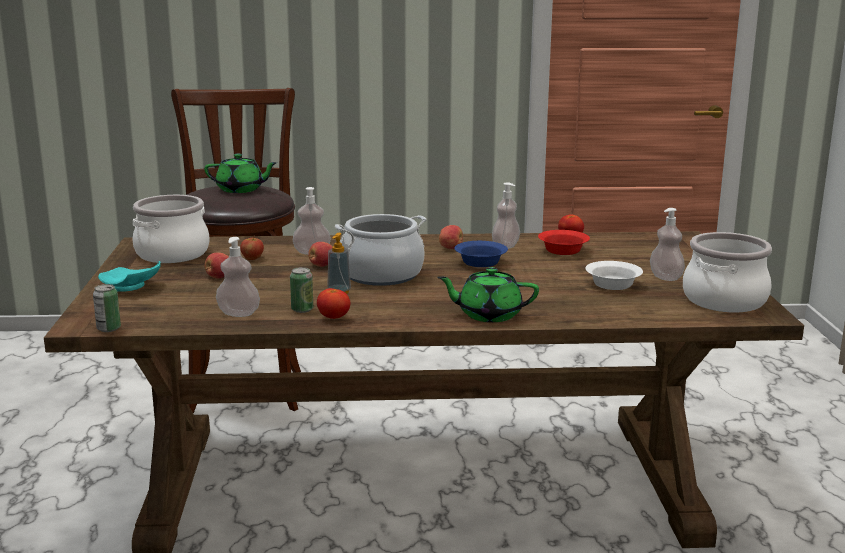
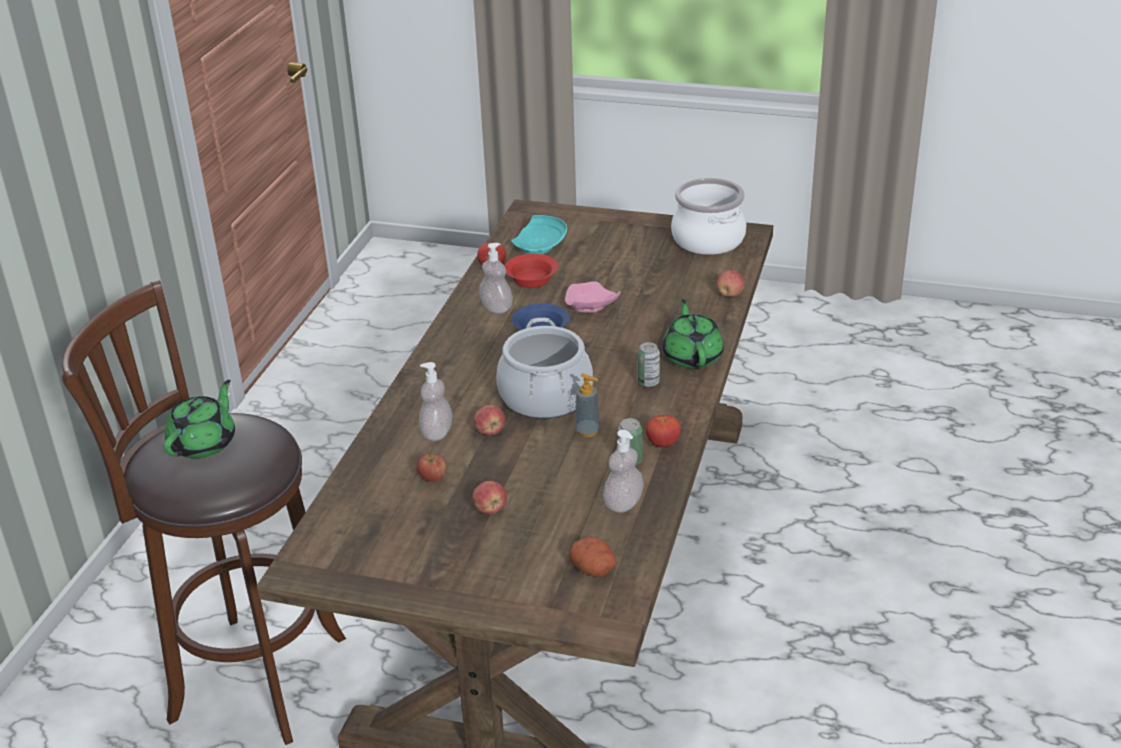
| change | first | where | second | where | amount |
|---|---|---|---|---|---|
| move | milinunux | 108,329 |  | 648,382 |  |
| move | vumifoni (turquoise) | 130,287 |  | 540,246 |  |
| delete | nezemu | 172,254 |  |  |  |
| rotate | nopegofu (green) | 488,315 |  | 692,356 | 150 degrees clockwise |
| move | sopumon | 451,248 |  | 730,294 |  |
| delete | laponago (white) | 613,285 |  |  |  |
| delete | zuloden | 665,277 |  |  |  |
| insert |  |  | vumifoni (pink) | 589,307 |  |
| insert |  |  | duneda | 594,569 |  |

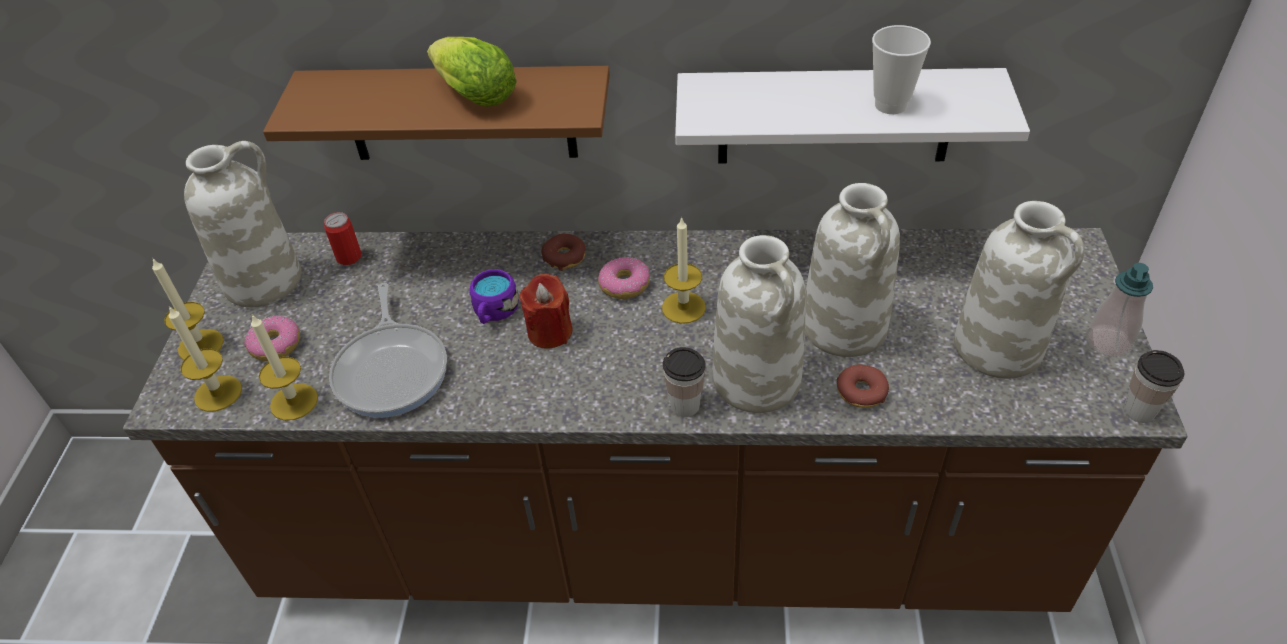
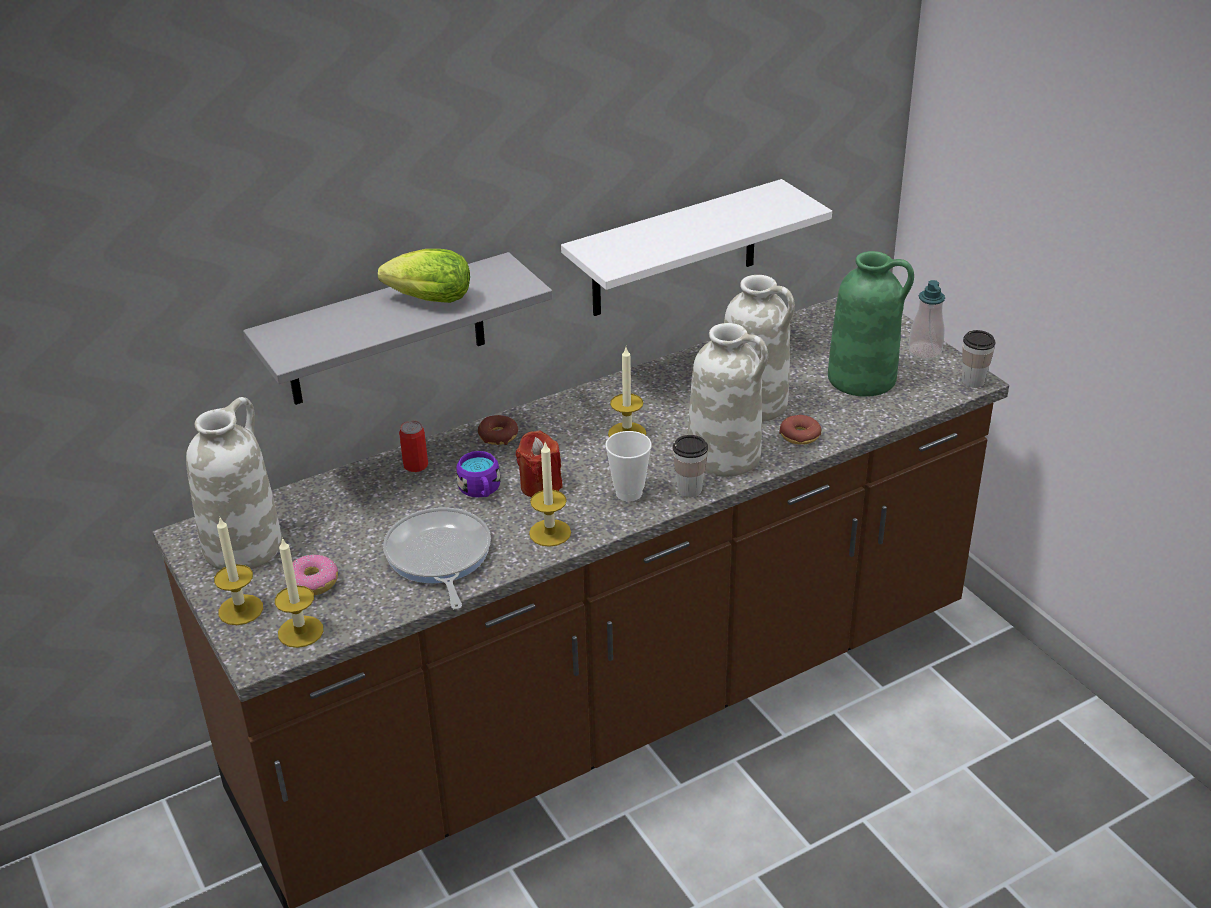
| change | first | where | second | where | amount |
|---|---|---|---|---|---|
| move | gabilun | 294,402 |  | 550,533 |  |
| recolor | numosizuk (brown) | 459,113 | numosizuk (grey) | 386,331 |  |
| move | milinunux | 349,257 |  | 415,465 |  |
| rotate | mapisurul | 392,370 |  | 438,557 | 150 degrees counterclockwise |
| delete | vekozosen | 624,284 |  |  |  |
| move | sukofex | 891,105 |  | 629,493 |  |
| recolor | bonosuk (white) | 1000,347 | bonosuk (green) | 863,378 |  |

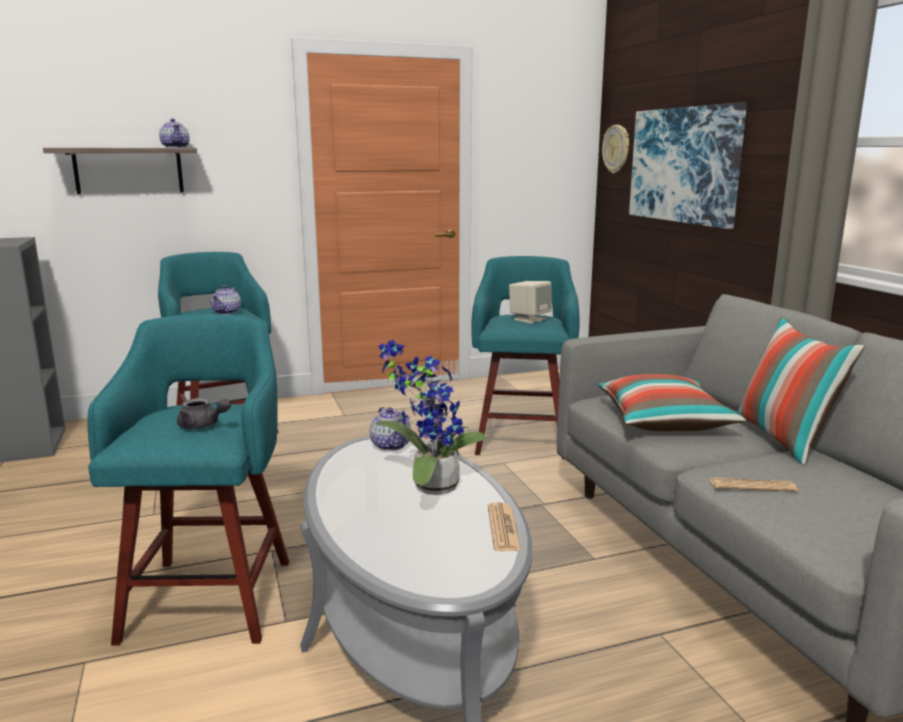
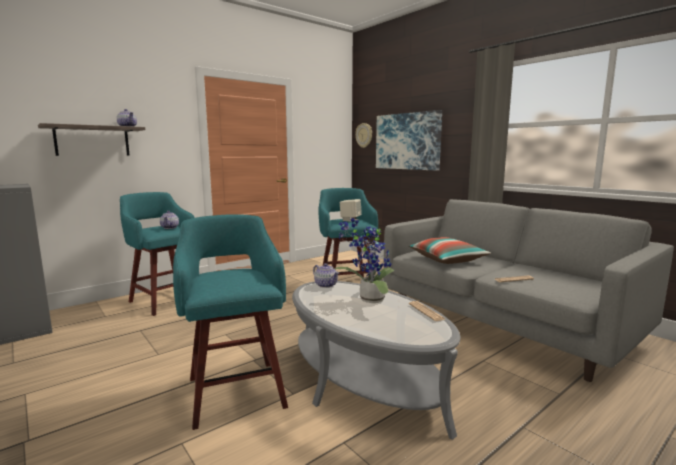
| change | first | where | second | where | amount |
|---|---|---|---|---|---|
| delete | nopegofu (grey) | 203,426 |  |  |  |
| delete | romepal | 784,440 |  |  |  |

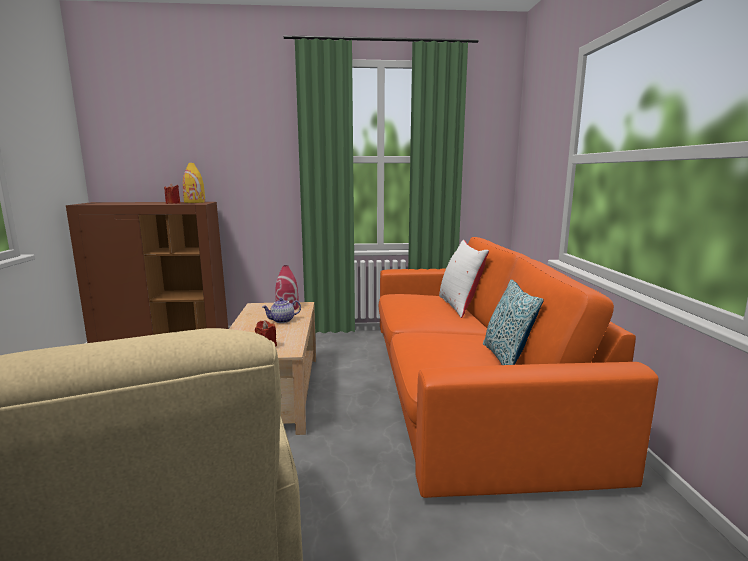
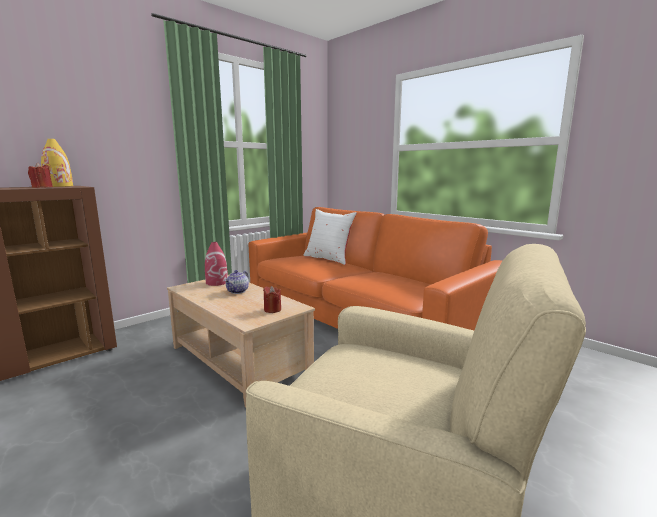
| change | first | where | second | where | amount |
|---|---|---|---|---|---|
| delete | romepal | 506,359 |  |  |  |

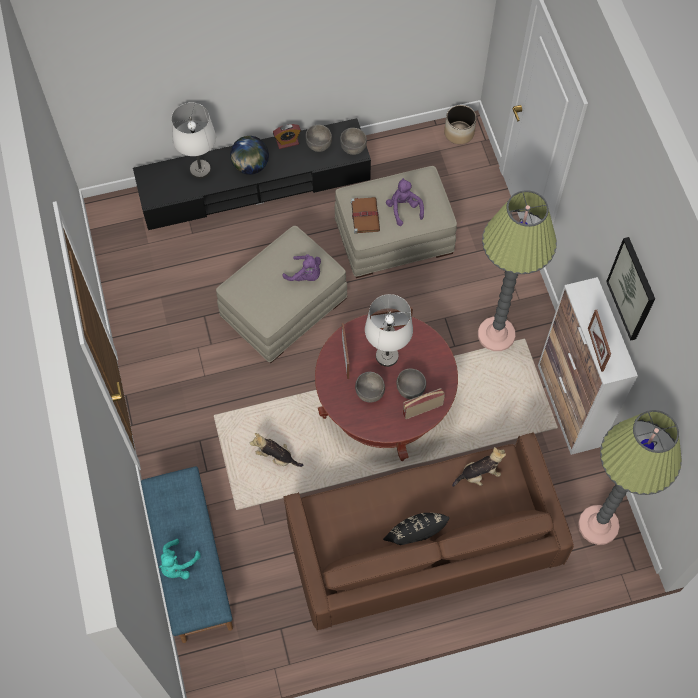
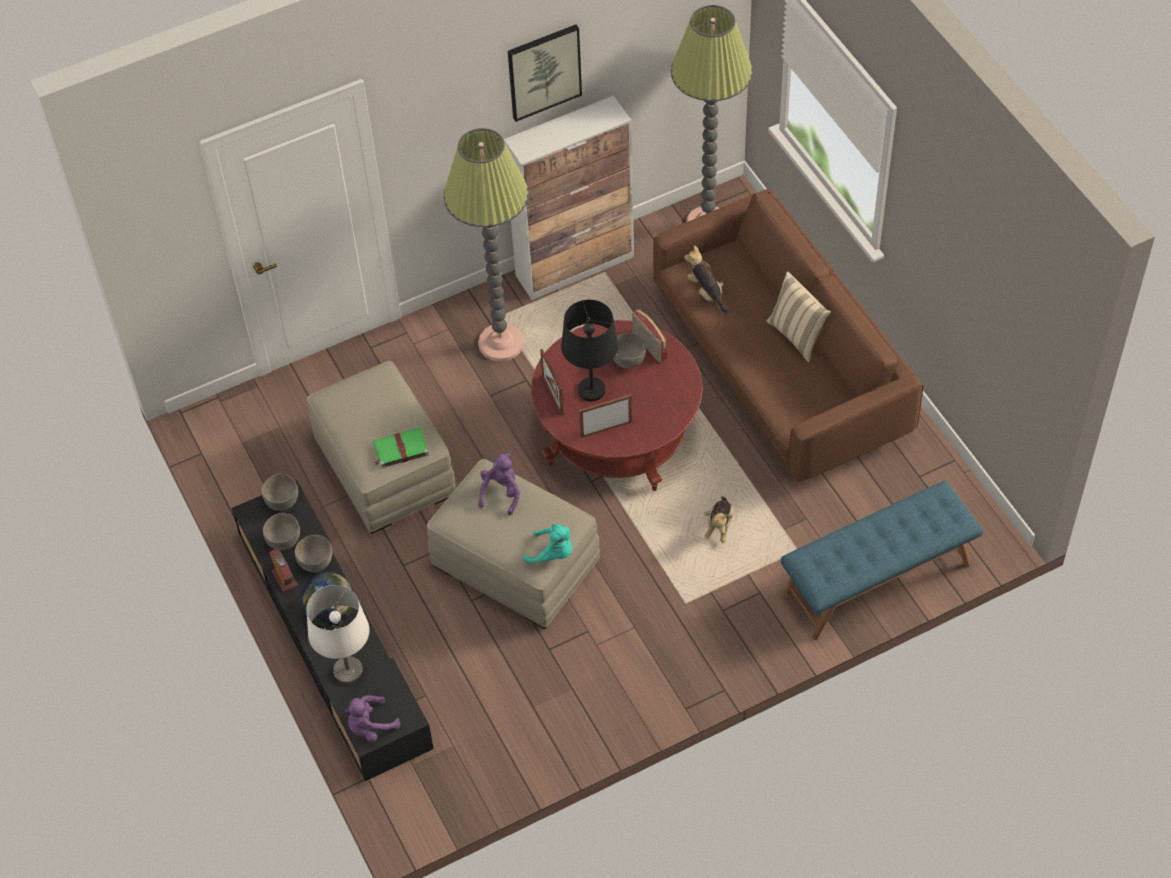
| change | first | where | second | where | amount |
|---|---|---|---|---|---|
| move | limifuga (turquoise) | 177,565 |  | 552,554 |  |
| recolor | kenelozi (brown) | 365,215 | kenelozi (green) | 400,449 |  |
| move | laponago (grey) | 370,393 |  | 316,563 |  |
| recolor | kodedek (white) | 387,356 | kodedek (black) | 591,390 |  |
| recolor | romepal (black) | 415,538 | romepal (beige) | 797,335 |  |
| move | limifuga (purple) | 403,209 |  | 370,726 |  |
| delete | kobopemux | 459,132 |  |  |  |
| delete | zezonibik | 595,349 |  |  |  |

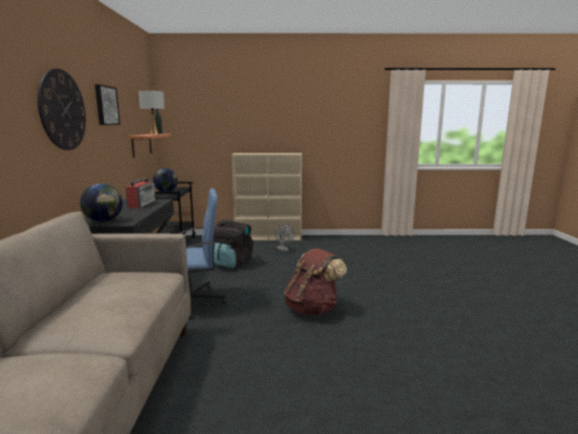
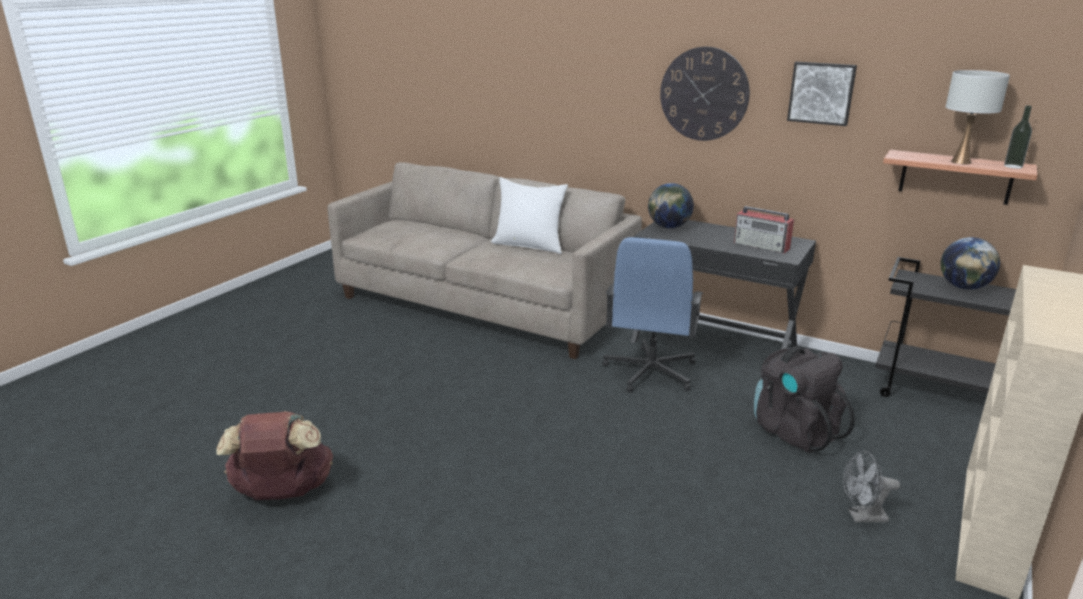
| change | first | where | second | where | amount |
|---|---|---|---|---|---|
| move | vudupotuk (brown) | 312,309 |  | 283,493 |  |
| insert |  |  | romepal (white) | 529,245 |  |

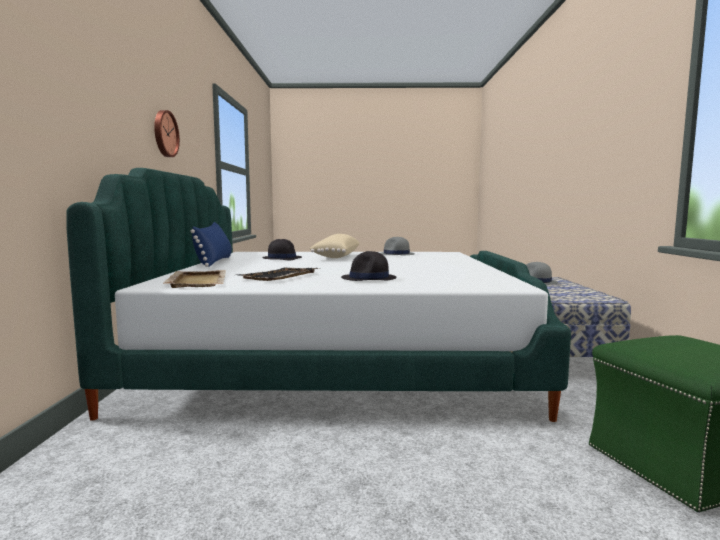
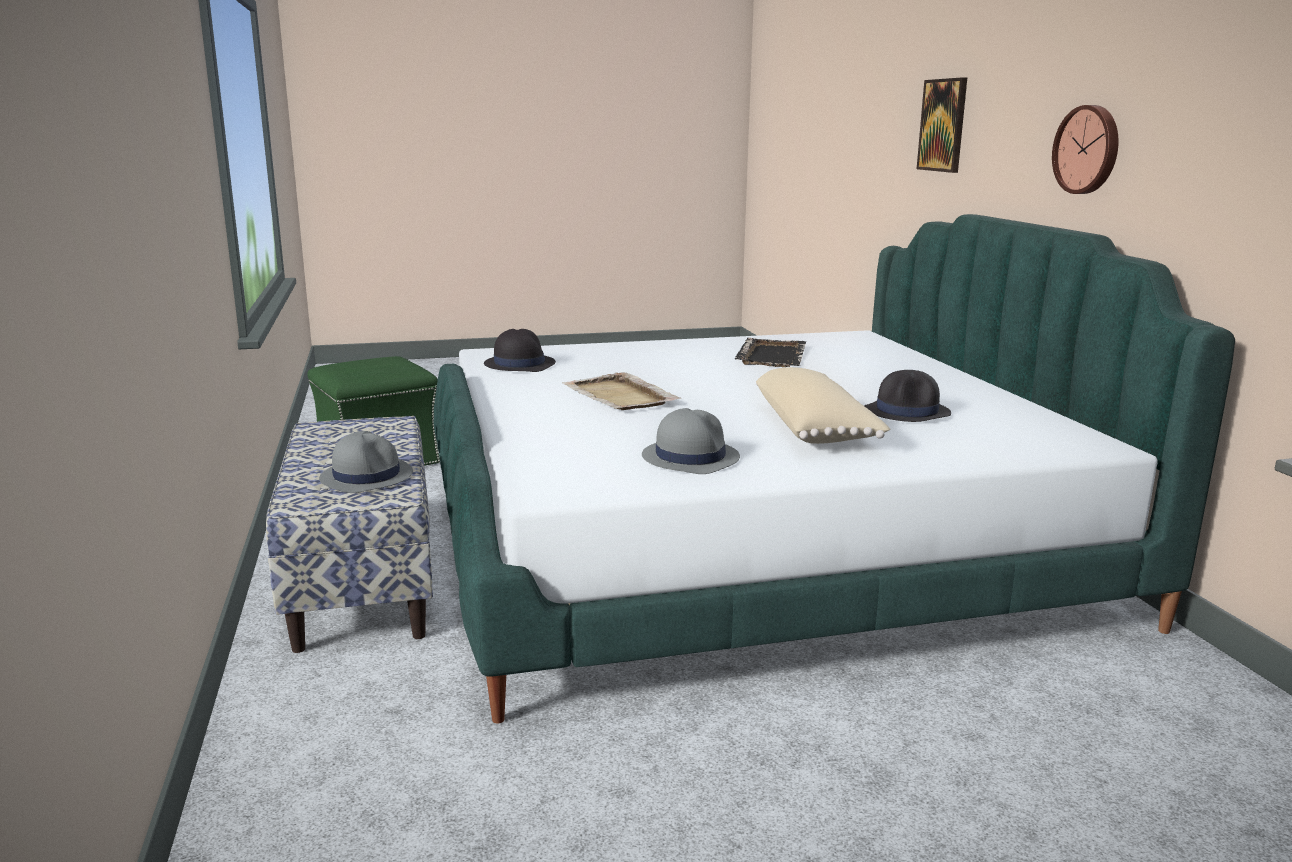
| change | first | where | second | where | amount |
|---|---|---|---|---|---|
| move | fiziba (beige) | 198,281 |  | 620,396 |  |
| delete | romepal (blue) | 214,261 |  |  |  |
| move | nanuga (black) | 369,278 |  | 519,364 |  |
| insert |  |  | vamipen | 943,125 |  |

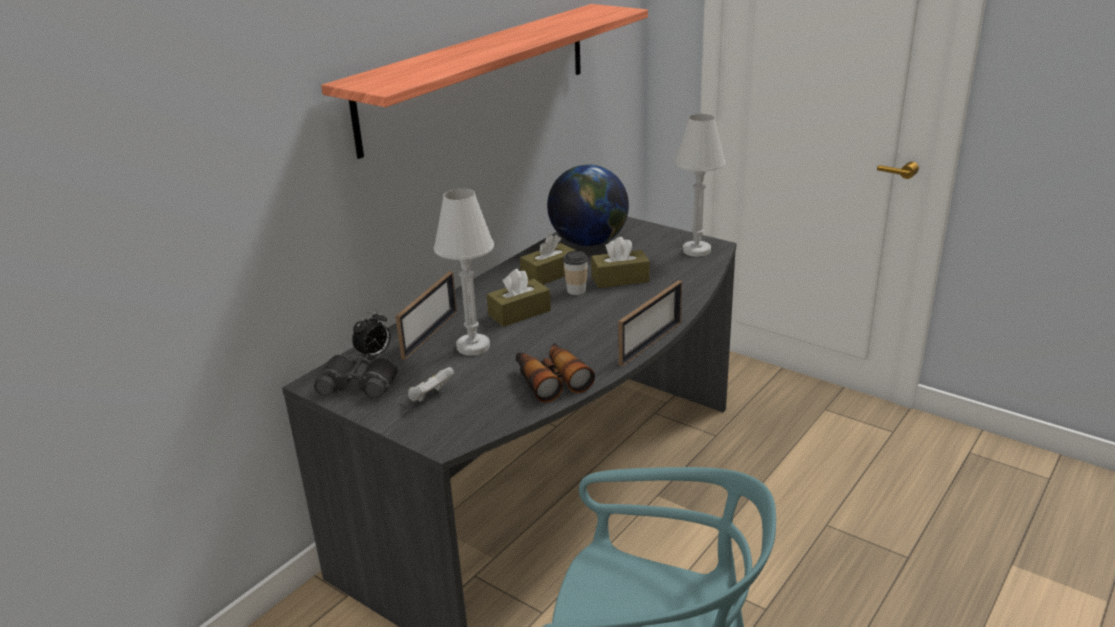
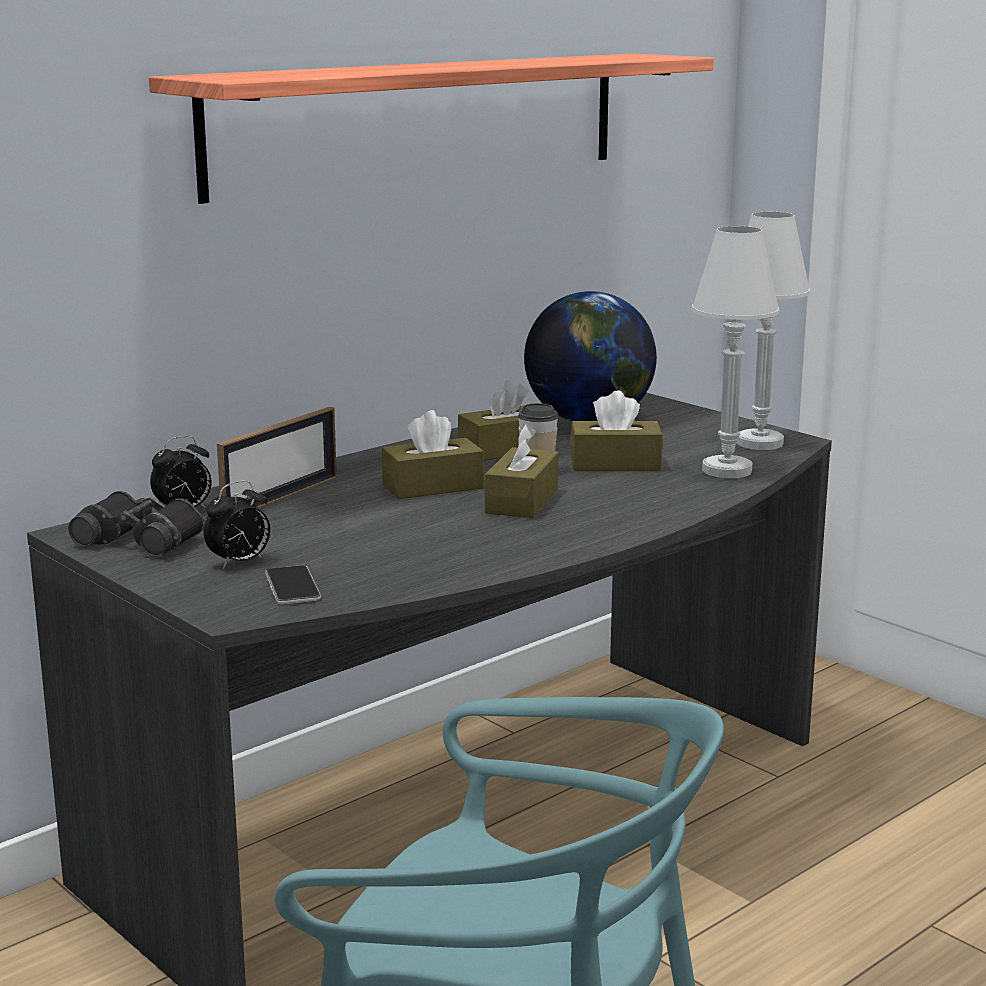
| change | first | where | second | where | amount |
|---|---|---|---|---|---|
| replace | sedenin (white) | 430,396 | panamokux | 240,562 |  |
| move | kodedek (white) | 473,347 |  | 727,470 |  |
| delete | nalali | 551,380 |  |  |  |
| delete | zezonibik | 650,343 |  |  |  |
| insert |  |  | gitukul | 292,587 |  |
| insert |  |  | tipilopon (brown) | 522,501 |  |

